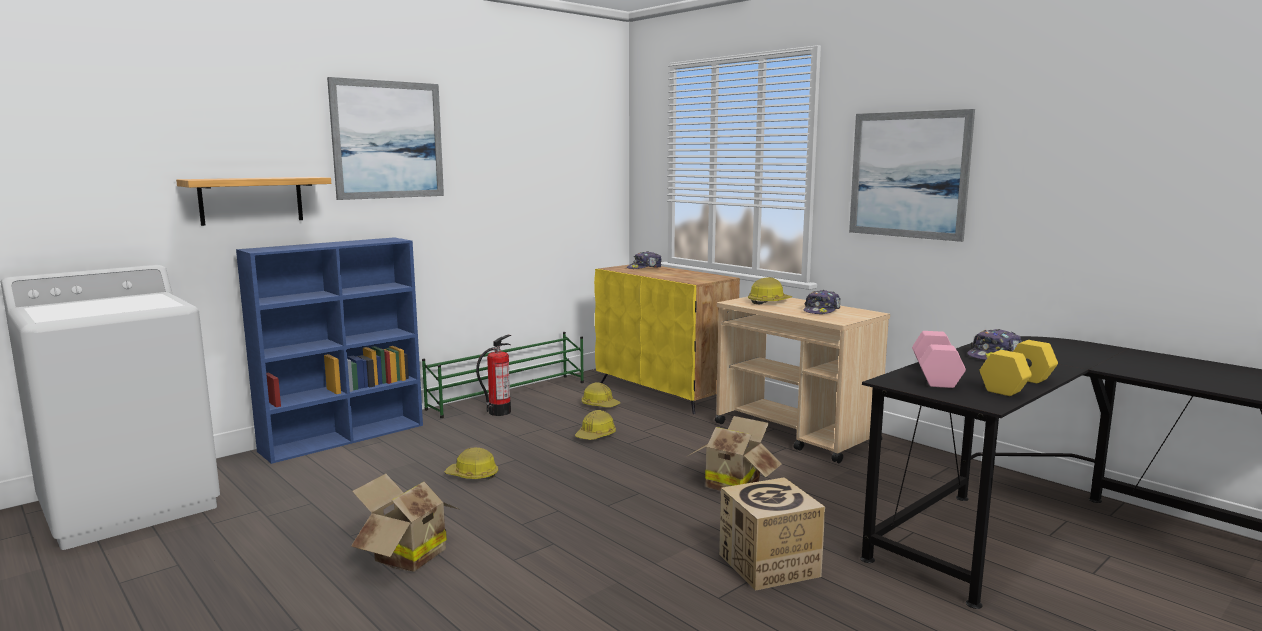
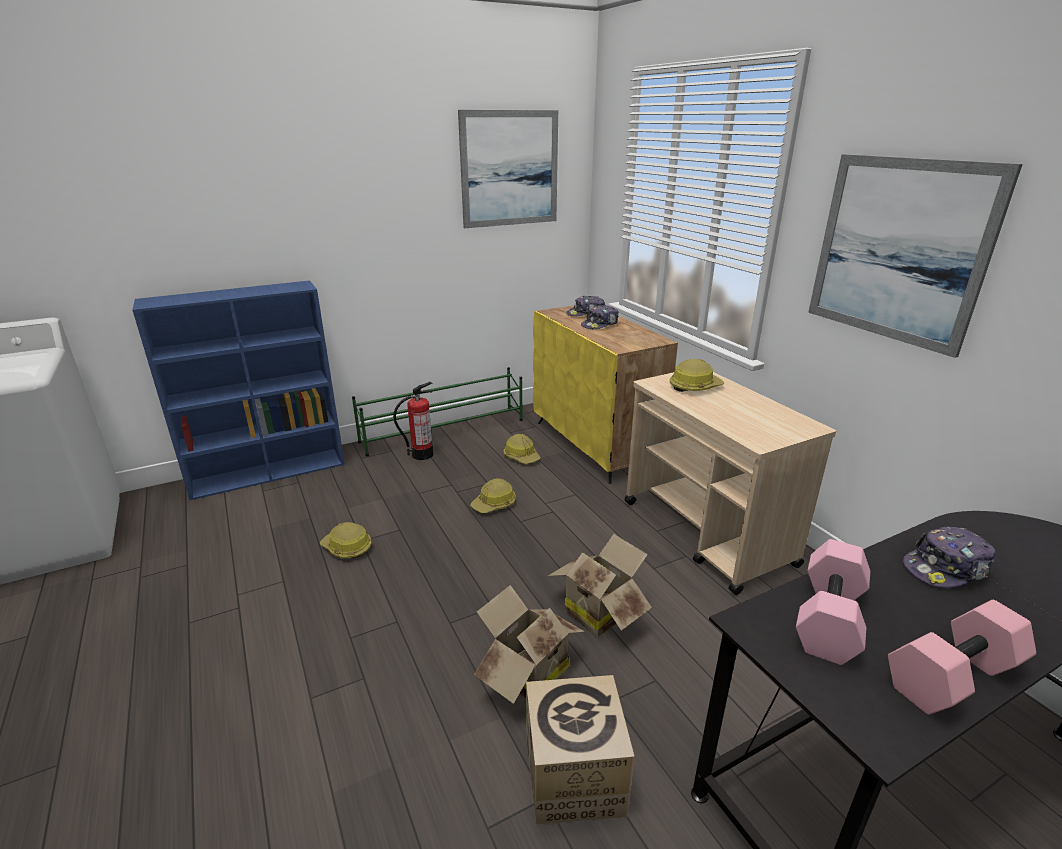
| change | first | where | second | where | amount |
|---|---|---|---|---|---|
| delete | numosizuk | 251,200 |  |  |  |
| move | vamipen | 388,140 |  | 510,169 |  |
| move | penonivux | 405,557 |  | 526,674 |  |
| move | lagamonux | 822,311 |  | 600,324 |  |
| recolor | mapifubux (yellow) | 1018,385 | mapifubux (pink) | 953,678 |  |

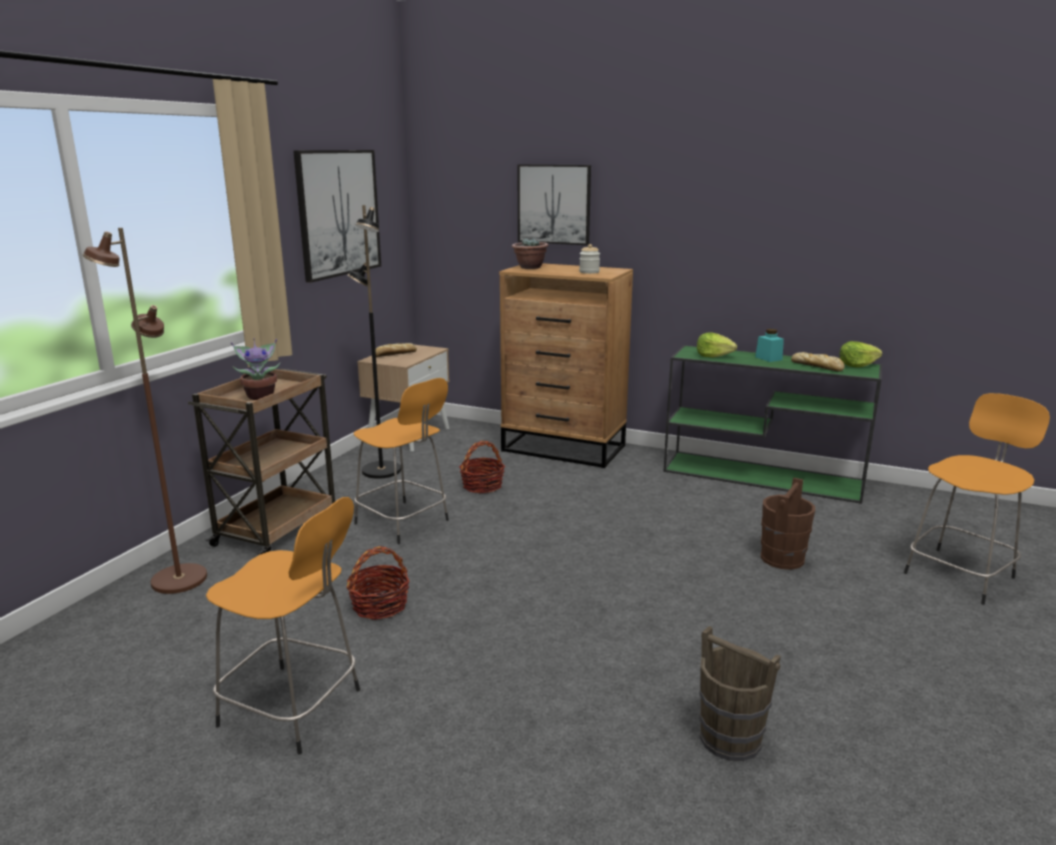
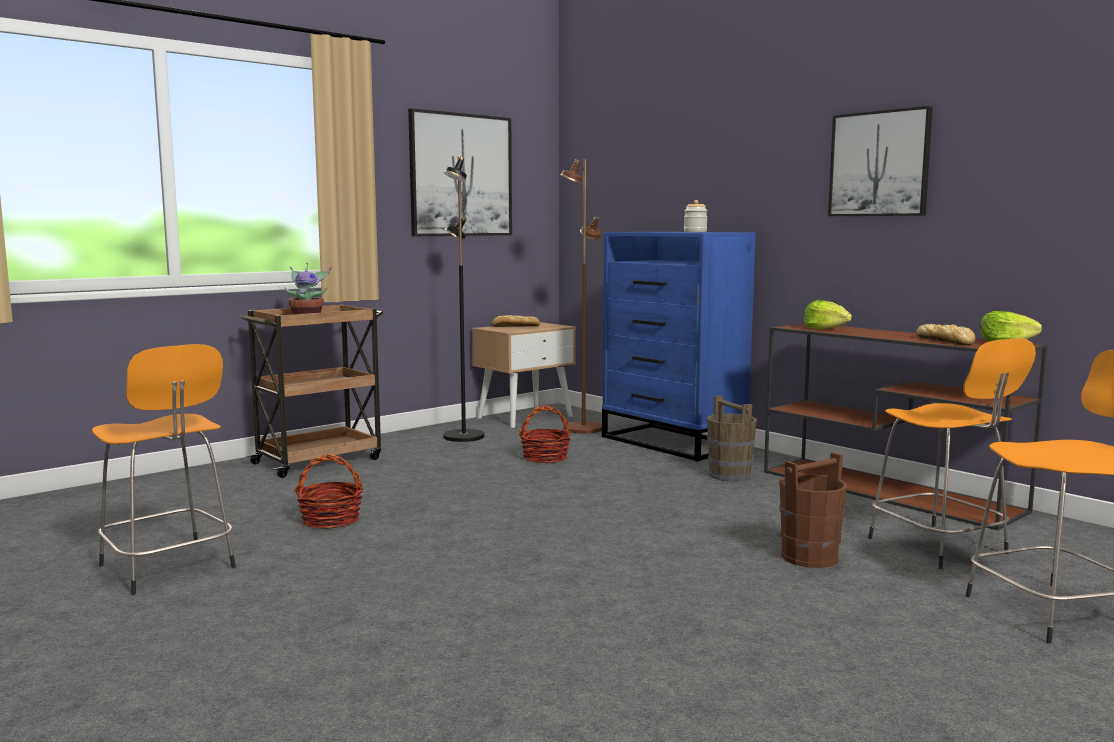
| change | first | where | second | where | amount |
|---|---|---|---|---|---|
| move | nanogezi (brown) | 178,580 |  | 582,428 |  |
| move | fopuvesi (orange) | 404,523 |  | 940,547 |  |
| recolor | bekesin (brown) | 564,448 | bekesin (blue) | 673,443 |  |
| delete | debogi | 530,267 |  |  |  |
| move | vamipen | 554,204 |  | 879,164 |  |
| recolor | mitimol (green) | 764,476 | mitimol (brown) | 890,491 |  |
| move | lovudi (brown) | 729,738 |  | 729,475 |  |
| delete | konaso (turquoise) | 768,358 |  |  |  |

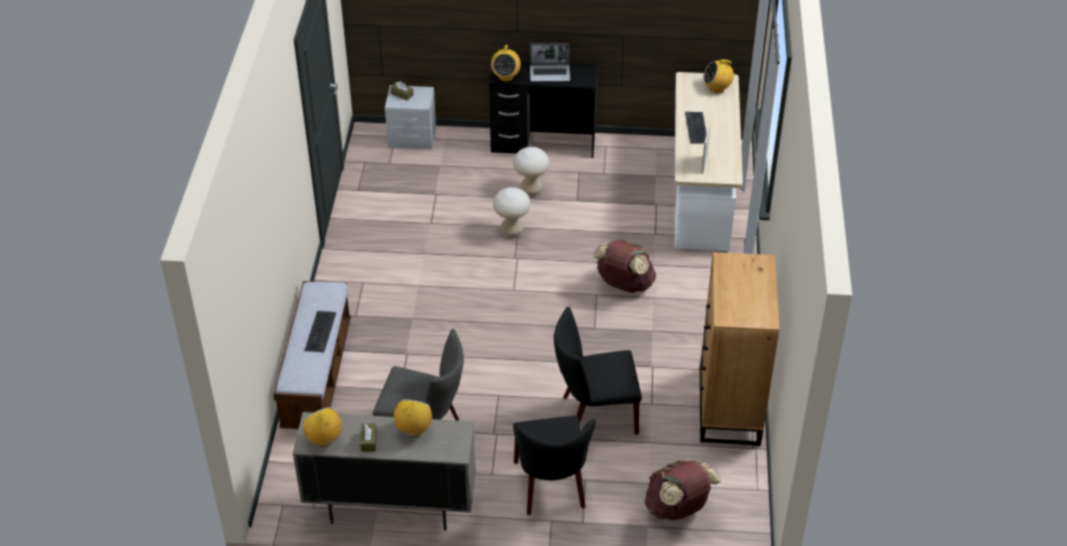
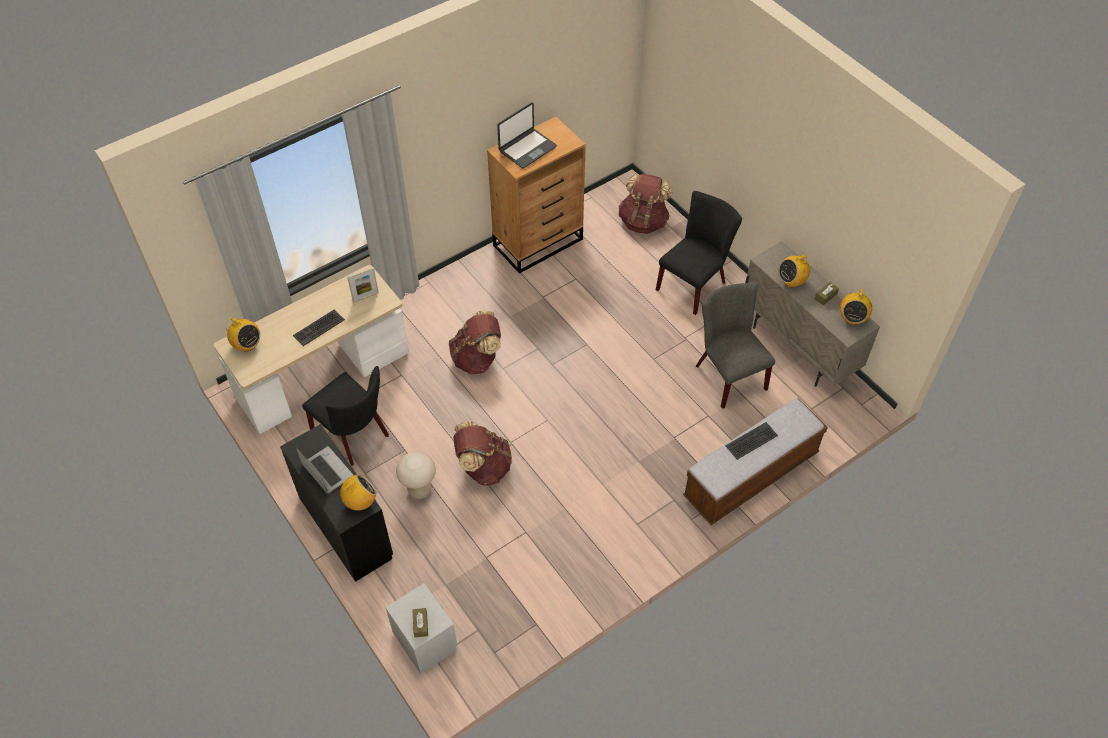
| change | first | where | second | where | amount |
|---|---|---|---|---|---|
| replace | fopuvesi (beige) | 512,231 | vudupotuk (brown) | 483,467 |  |
| move | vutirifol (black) | 594,414 |  | 354,436 |  |
| insert |  |  | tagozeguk | 527,148 |  |

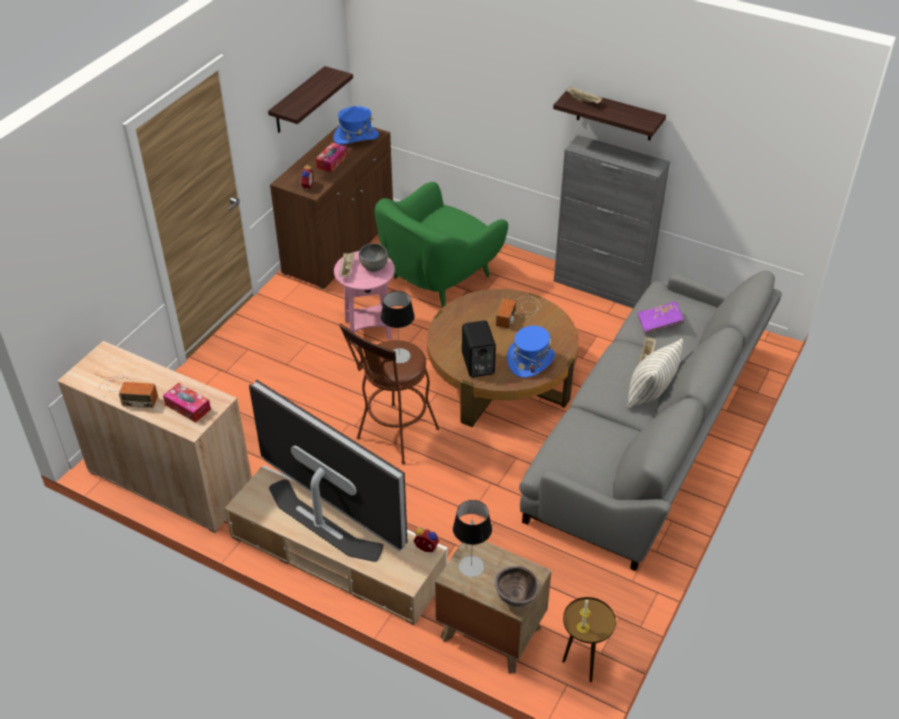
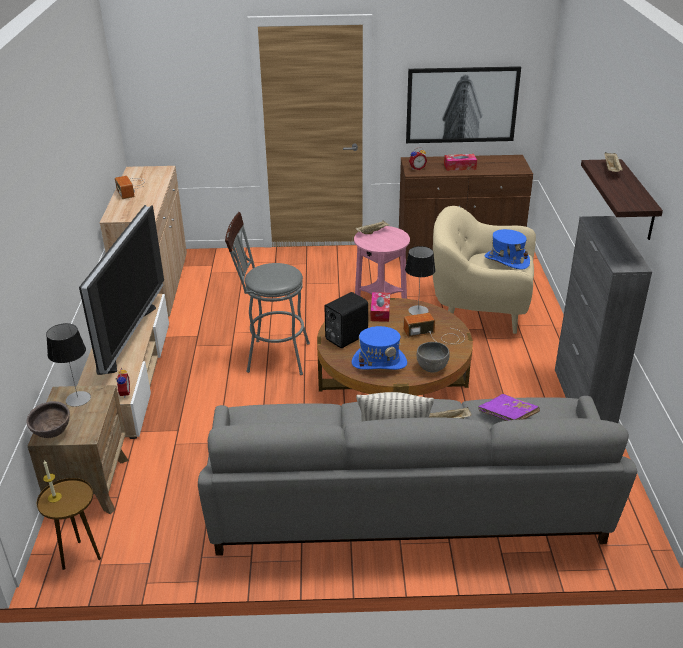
| change | first | where | second | where | amount |
|---|---|---|---|---|---|
| move | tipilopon | 188,407 |  | 380,311 |  |
| replace | numosizuk | 298,101 | vamipen | 462,105 |  |
| move | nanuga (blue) | 356,137 |  | 506,260 |  |
| recolor | fopuvesi (brown) | 394,437 | fopuvesi (grey) | 272,357 |  |
| move | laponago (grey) | 374,267 |  | 432,368 |  |
| recolor | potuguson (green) | 439,278 | potuguson (beige) | 480,310 |  |
| move | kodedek | 399,356 |  | 418,311 |  |

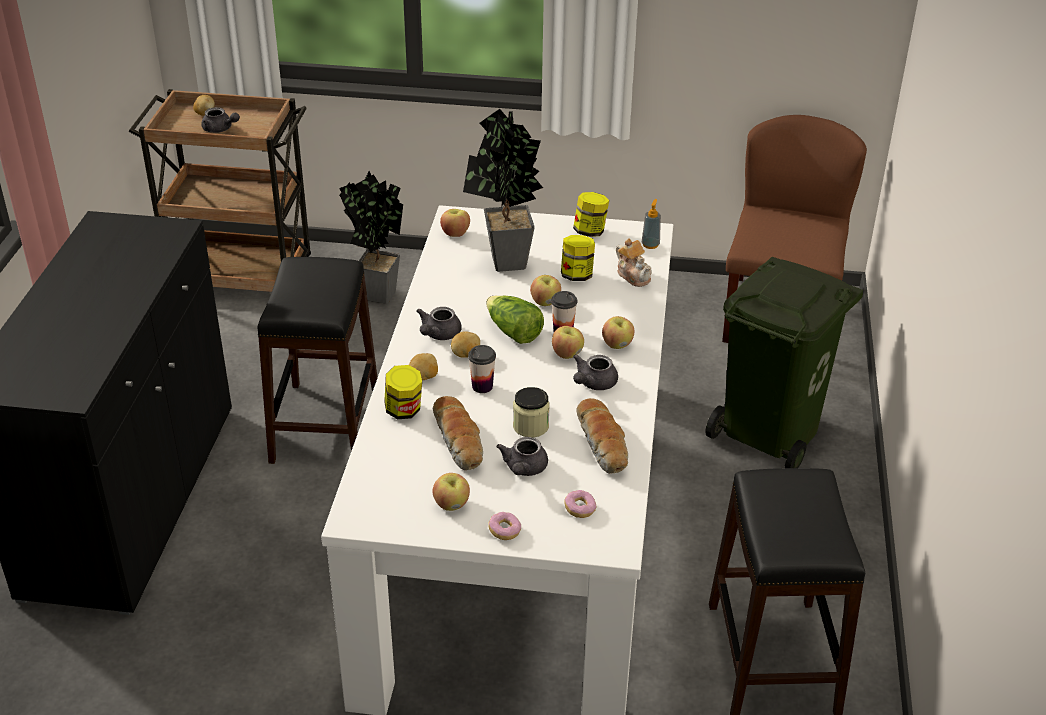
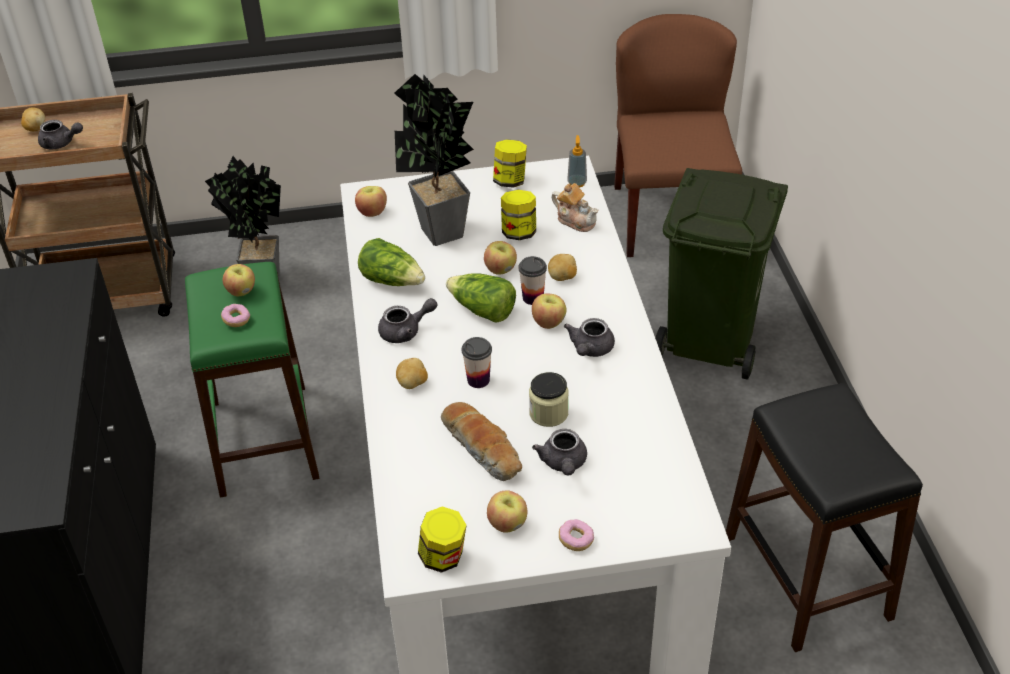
| change | first | where | second | where | amount |
|---|---|---|---|---|---|
| recolor | fopuvesi (black) | 324,425 | fopuvesi (green) | 263,439 |  |
| move | konaso | 404,411 |  | 443,558 |  |
| rotate | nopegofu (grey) | 438,334 |  | 406,331 | 120 degrees counterclockwise |
| move | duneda | 466,355 |  | 562,277 |  |
| move | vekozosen | 580,509 |  | 236,320 |  |
| delete | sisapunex | 603,444 |  |  |  |
| move | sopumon | 617,344 |  | 241,291 |  |
| insert |  |  | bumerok | 392,280 |  |

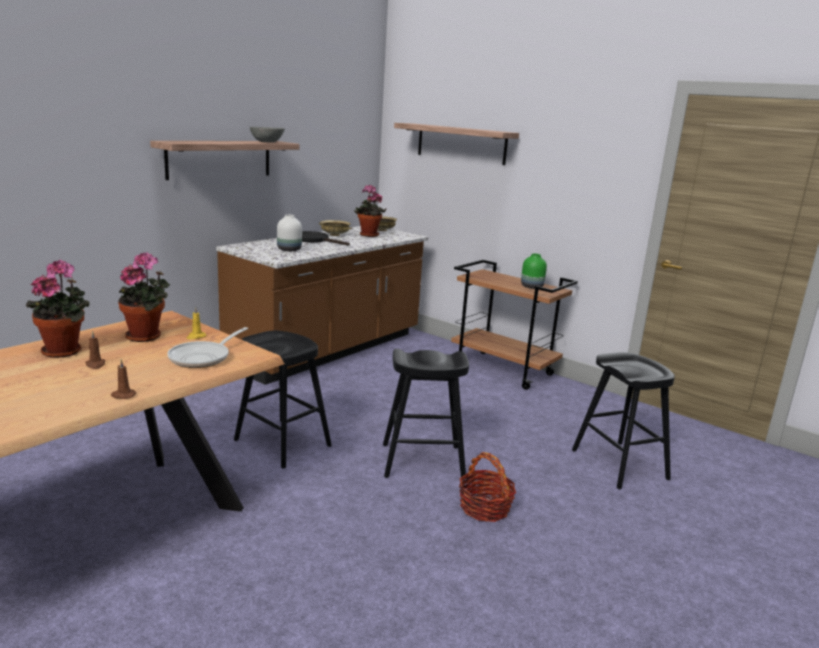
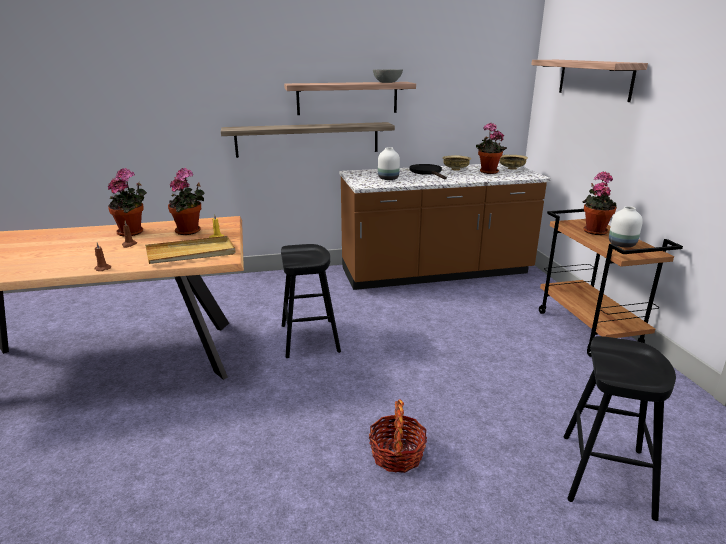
| change | first | where | second | where | amount |
|---|---|---|---|---|---|
| replace | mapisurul | 203,358 | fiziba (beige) | 191,253 |  |
| delete | fopuvesi (black) | 423,461 |  |  |  |
| recolor | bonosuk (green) | 531,287 | bonosuk (white) | 621,244 |  |
| insert |  |  | numosizuk | 307,139 |  |
| insert |  |  | debogi | 594,231 |  |

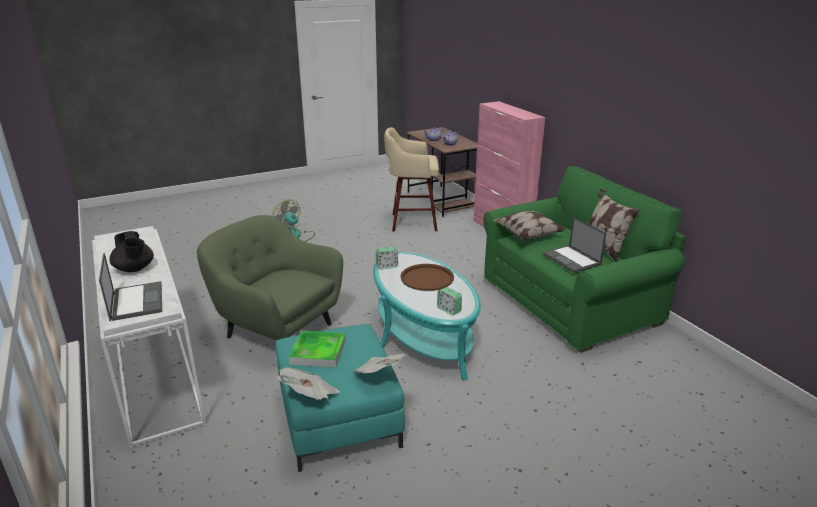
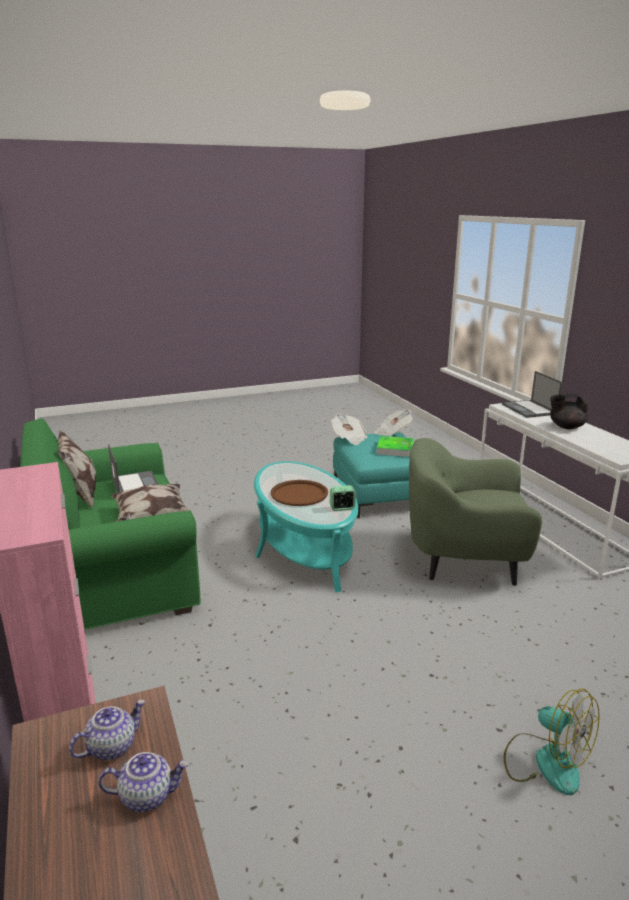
| change | first | where | second | where | amount |
|---|---|---|---|---|---|
| rotate | nopegofu (black) | 134,269 |  | 566,427 | 60 degrees counterclockwise |
| rotate | potuguson (green) | 277,329 |  | 464,559 | 150 degrees clockwise |
| delete | fopuvesi (beige) | 412,222 |  |  |  |
| delete | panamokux | 449,310 |  |  |  |

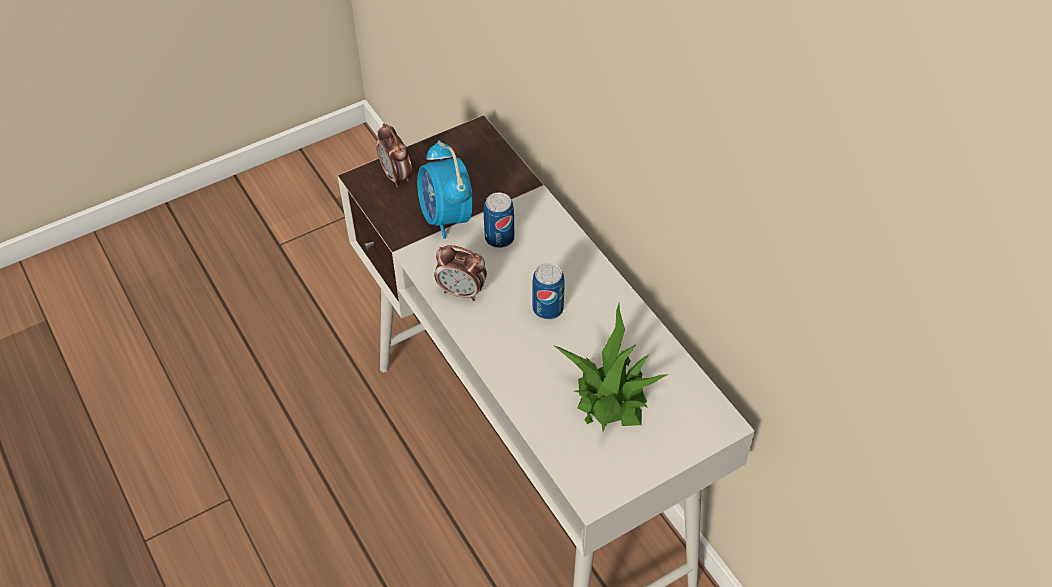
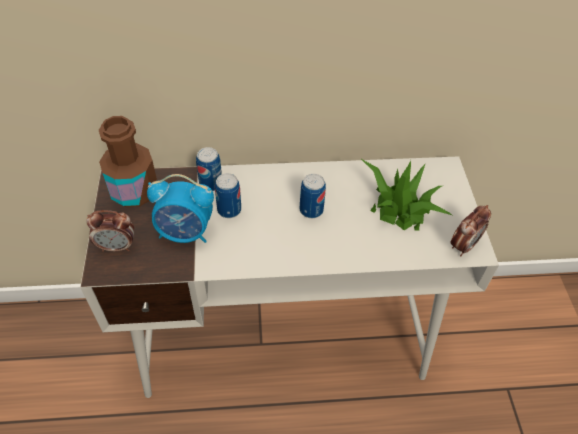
| change | first | where | second | where | amount |
|---|---|---|---|---|---|
| move | panamokux | 462,292 |  | 463,245 |  |
| insert |  |  | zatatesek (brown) | 134,191 |  |
| insert |  |  | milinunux | 211,184 |  |

